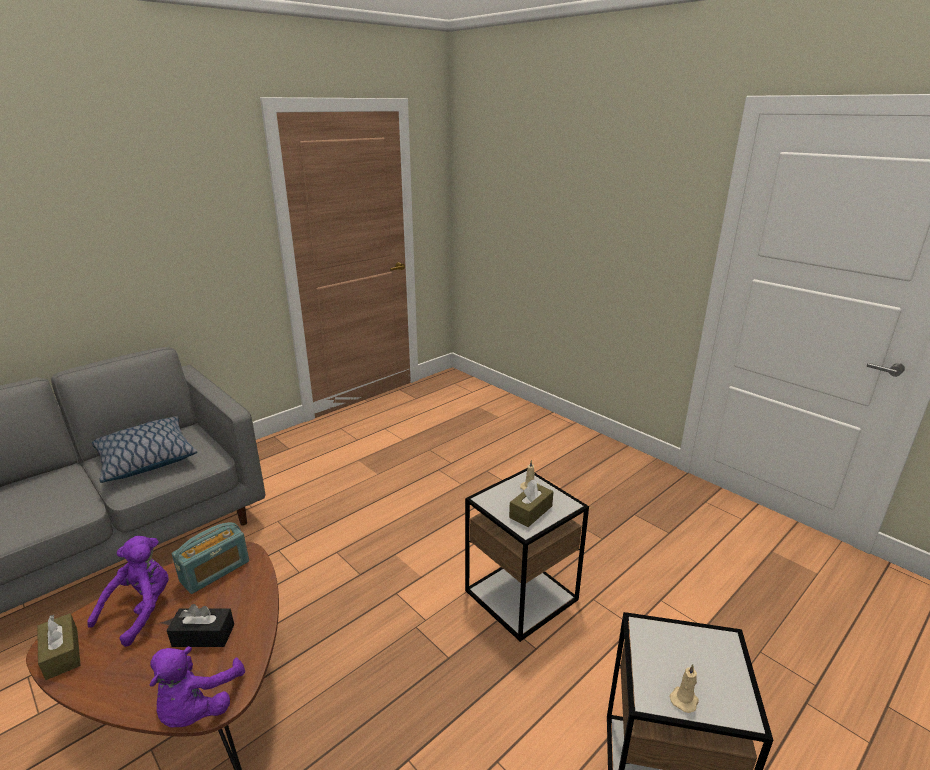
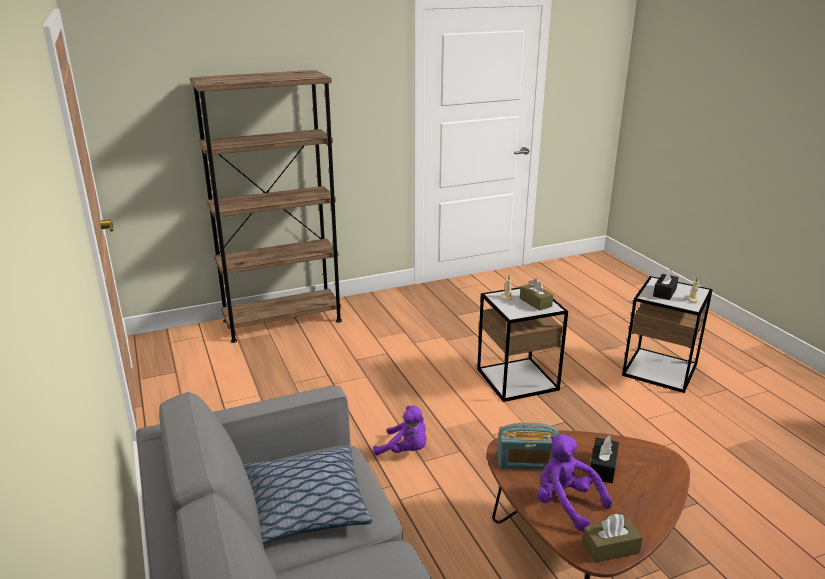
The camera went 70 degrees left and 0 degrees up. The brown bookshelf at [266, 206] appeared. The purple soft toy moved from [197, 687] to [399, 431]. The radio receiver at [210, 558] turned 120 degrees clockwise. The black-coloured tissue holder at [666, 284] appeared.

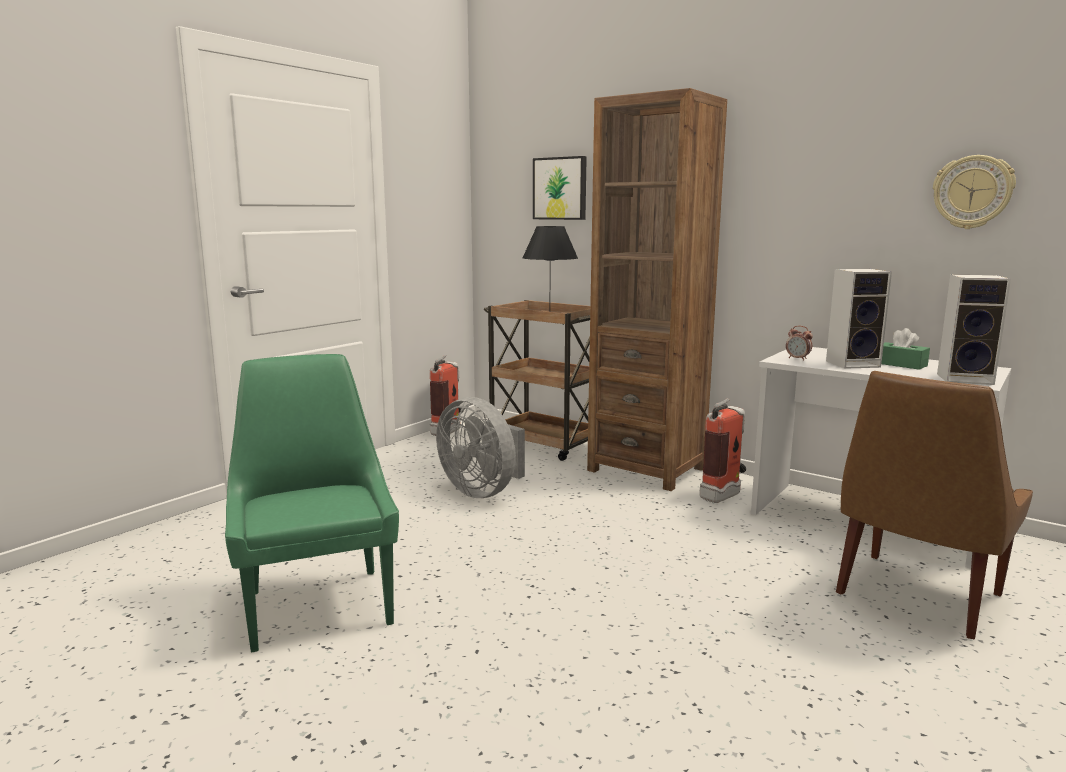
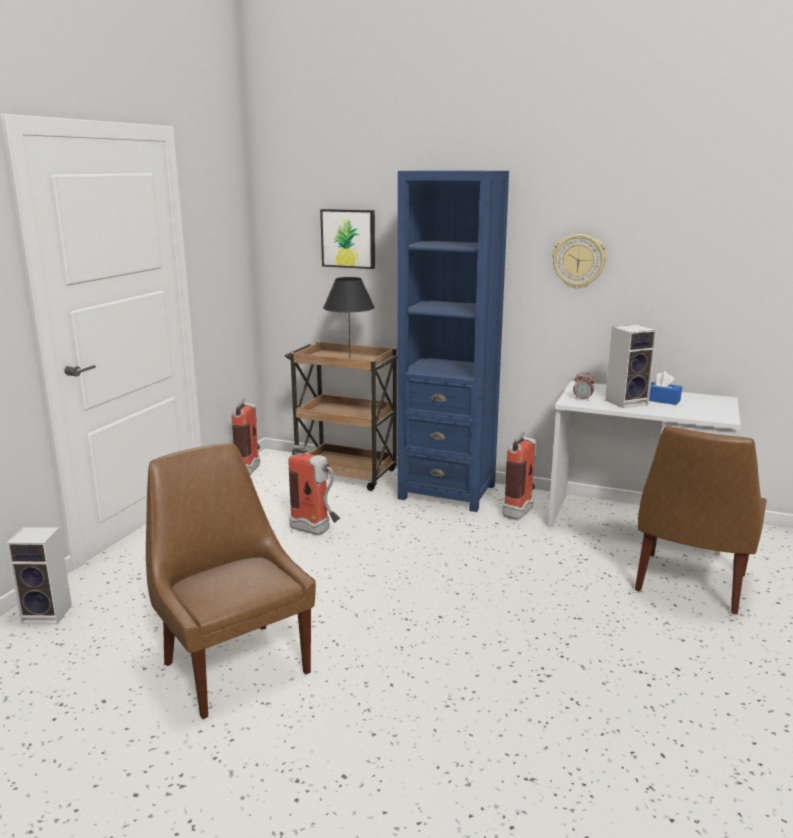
The camera went 15 degrees left and 5 degrees up. The audio speaker moved from [974, 329] to [39, 575]. The greenish upright chair at [312, 503] became the brown upright chair at [231, 581]. The gray cooling fan at [480, 447] was replaced by the extinguisher at [314, 490]. The brown bookshelf at [657, 289] became the blue-coloured bookshelf at [453, 341]. The clock on the wall moved from [974, 192] to [579, 261]. The greenish tissue holder at [905, 349] became the blue-coloured tissue holder at [665, 388].

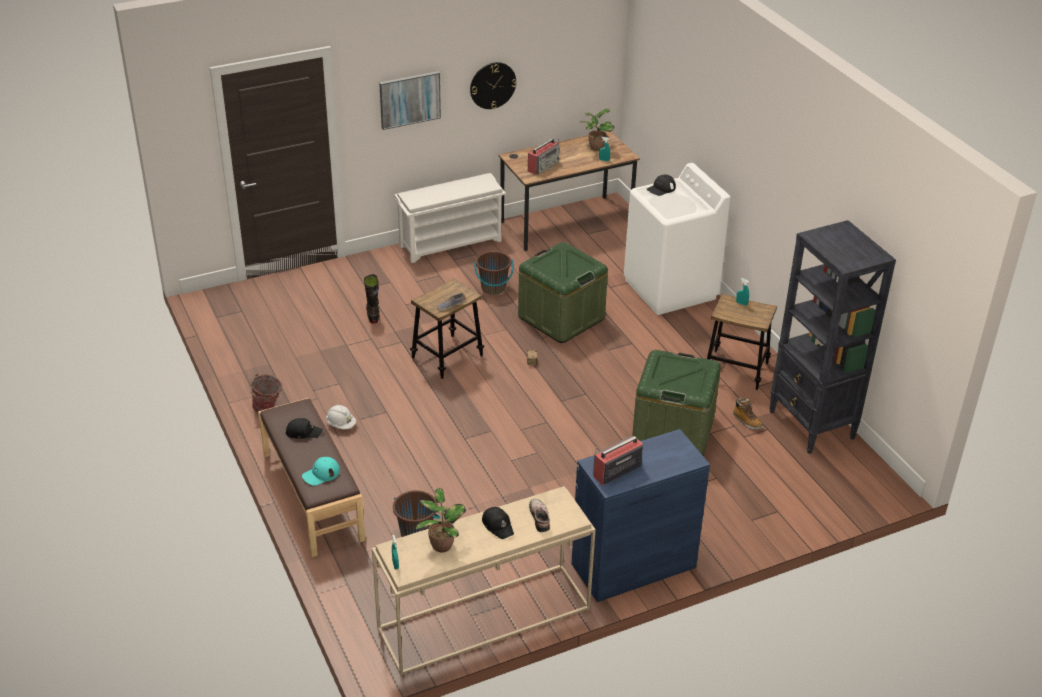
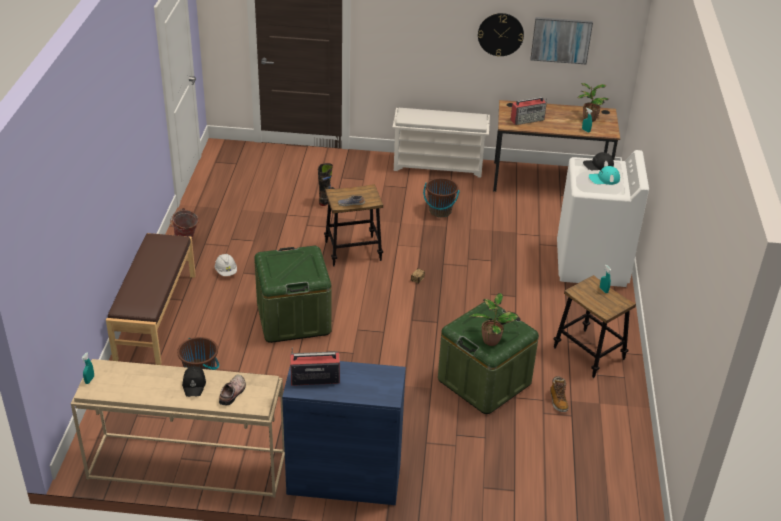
The camera went 30 degrees right and 0 degrees up. The greenish storage container moved from [563, 292] to [293, 294]. The potted plant moved from [440, 520] to [494, 319]. The wall picture moved from [410, 100] to [562, 40]. The turquoise peaked cap moved from [321, 471] to [604, 175]. The black-coloured peaked cap at [304, 428] disappeared. The black-coloured bookshelf at [832, 337] disappeared.

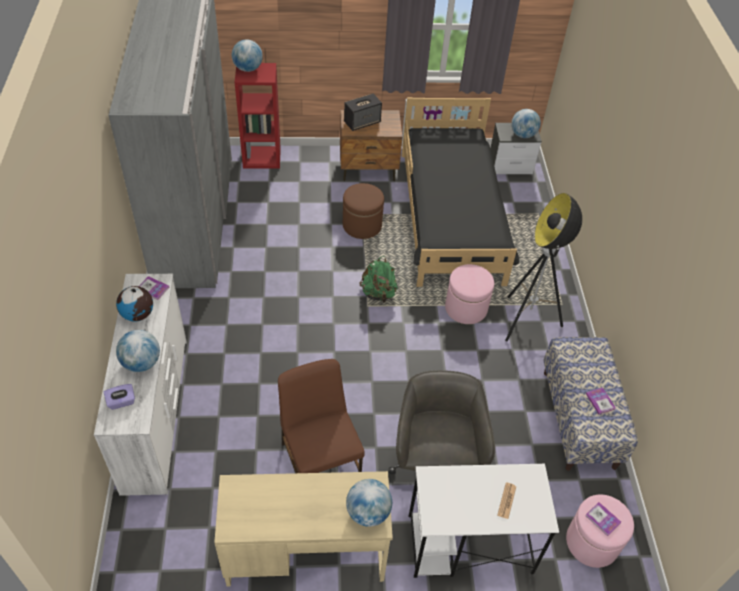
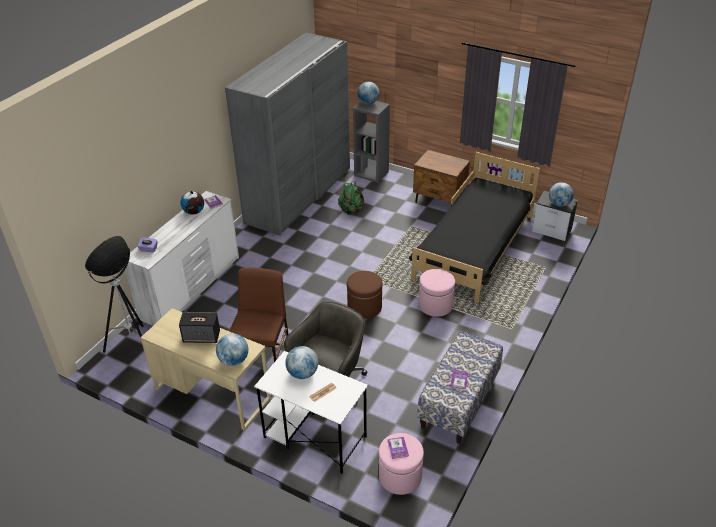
The camera went 35 degrees right and 10 degrees down. The floor lamp moved from [543, 267] to [114, 294]. The audio speaker moved from [363, 112] to [199, 327]. The globe moved from [138, 351] to [301, 362]. The greenish backpack moved from [378, 279] to [351, 198]. The brown footrest moved from [363, 211] to [364, 295]. The red bookshelf at [258, 116] became the gray bookshelf at [371, 142].

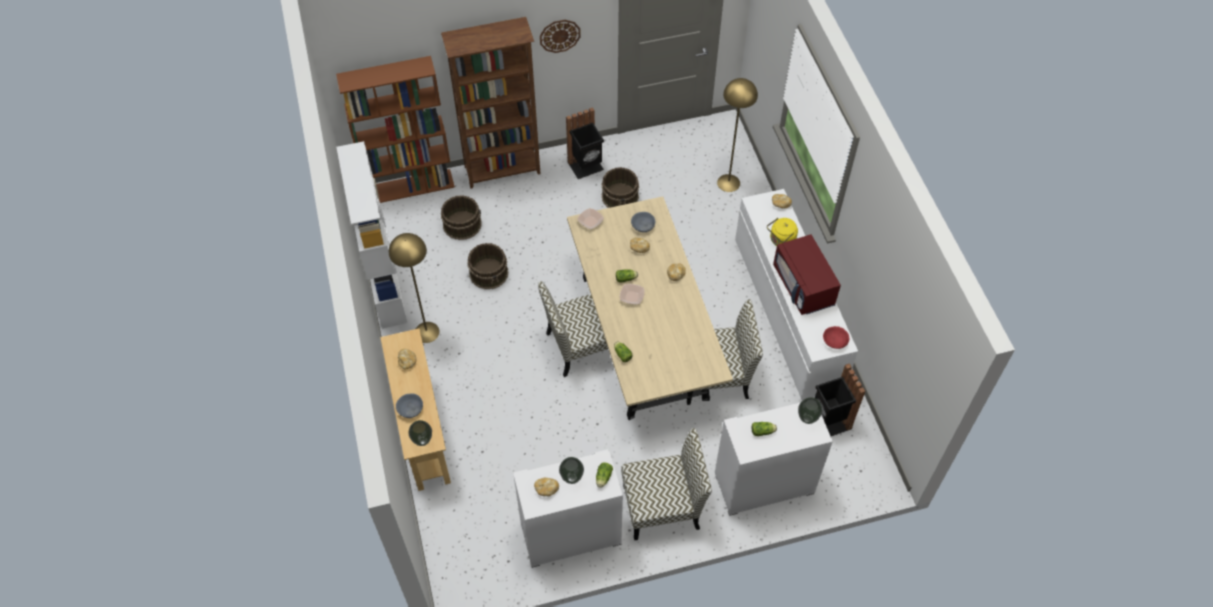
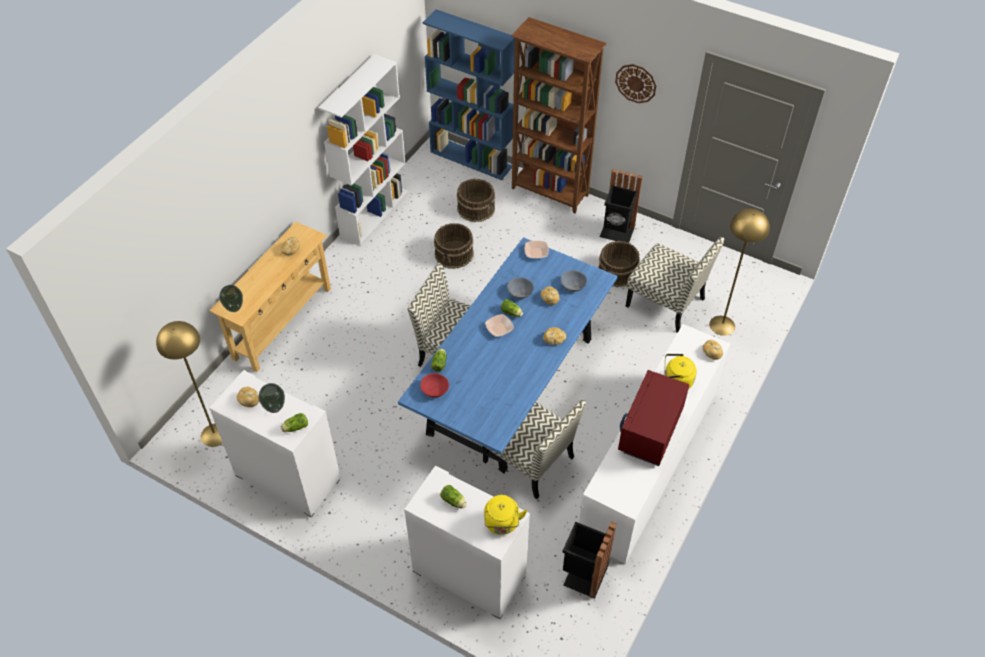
The camera went 45 degrees right and 5 degrees down. The yellow-coloured floor lamp moved from [414, 288] to [189, 384]. The sand-coloured kitchen table at [650, 308] became the blue-coloured kitchen table at [507, 355]. The red serving bowl moved from [836, 337] to [434, 385]. The brown bookshelf at [395, 129] became the blue-coloured bookshelf at [468, 94]. The decorative vase at [810, 410] was replaced by the yellow-coloured tea kettle at [505, 515]. The gray serving bowl moved from [409, 406] to [520, 288]. The upright chair moved from [666, 484] to [675, 285].

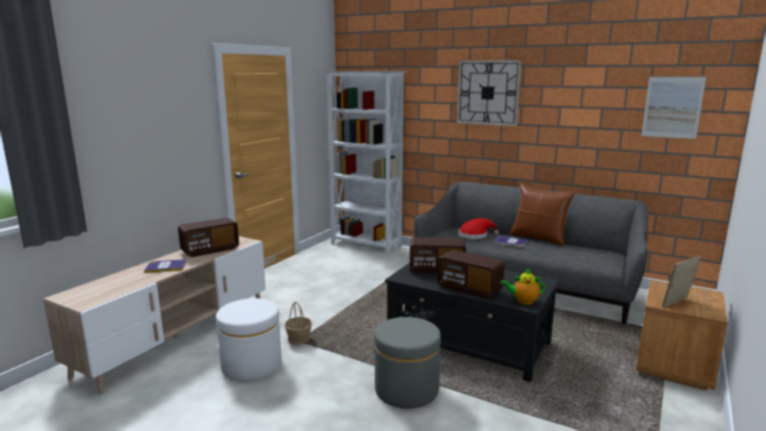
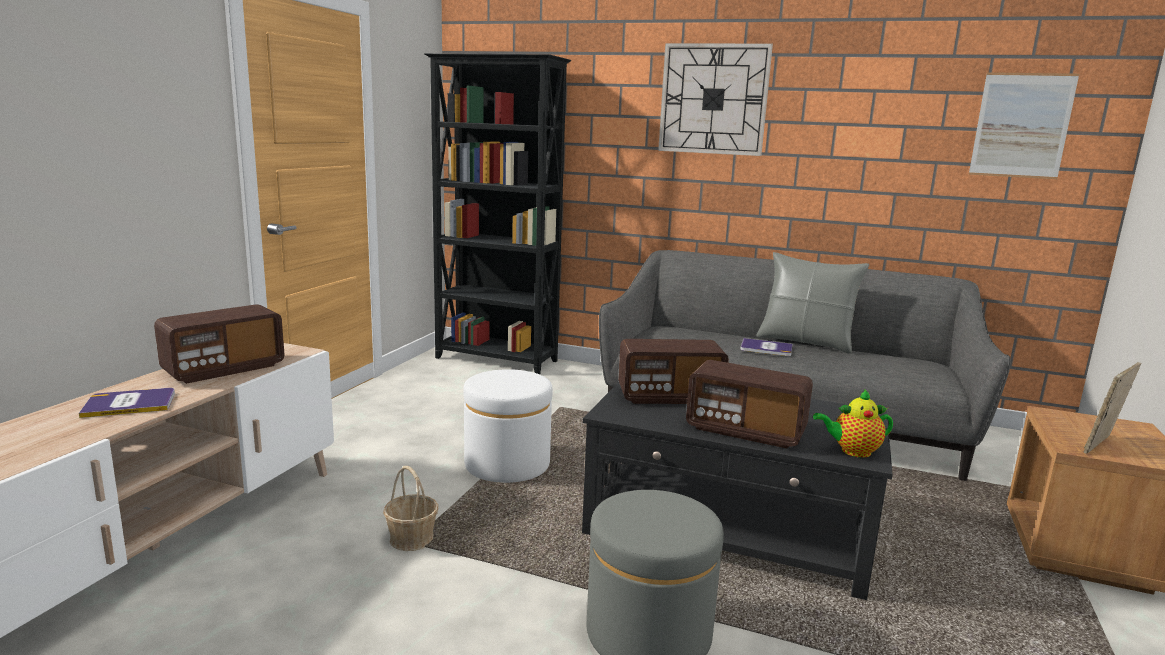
The camera went 10 degrees left and 0 degrees up. The whitish bookshelf at [364, 163] became the black-coloured bookshelf at [497, 213]. The whitish footrest moved from [248, 339] to [508, 426]. The brown pillow at [542, 215] became the gray pillow at [812, 303]. The red clothing hat at [479, 228] disappeared.

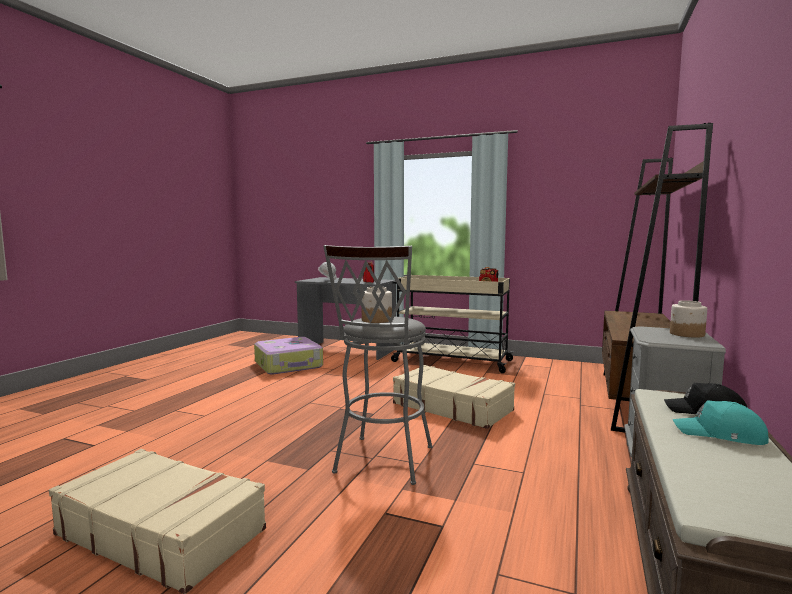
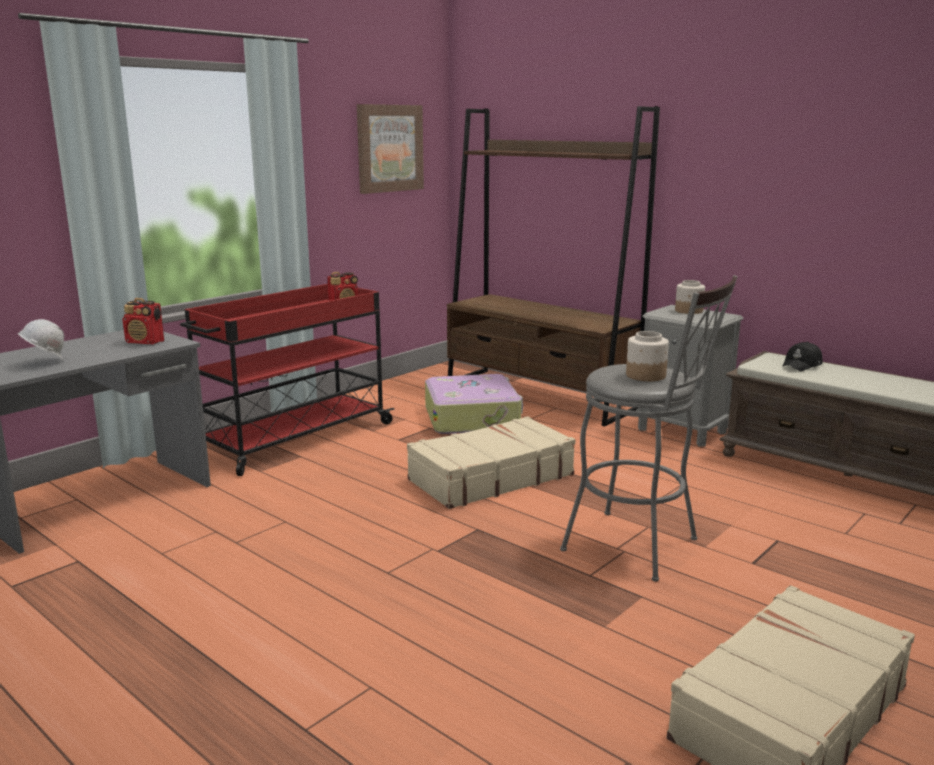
The camera went 70 degrees left and 10 degrees up. The sand-coloured cart at [452, 324] became the red cart at [287, 380]. The wall picture at [390, 149] appeared. The travel case moved from [288, 355] to [474, 404]. The turquoise peaked cap at [721, 422] disappeared.

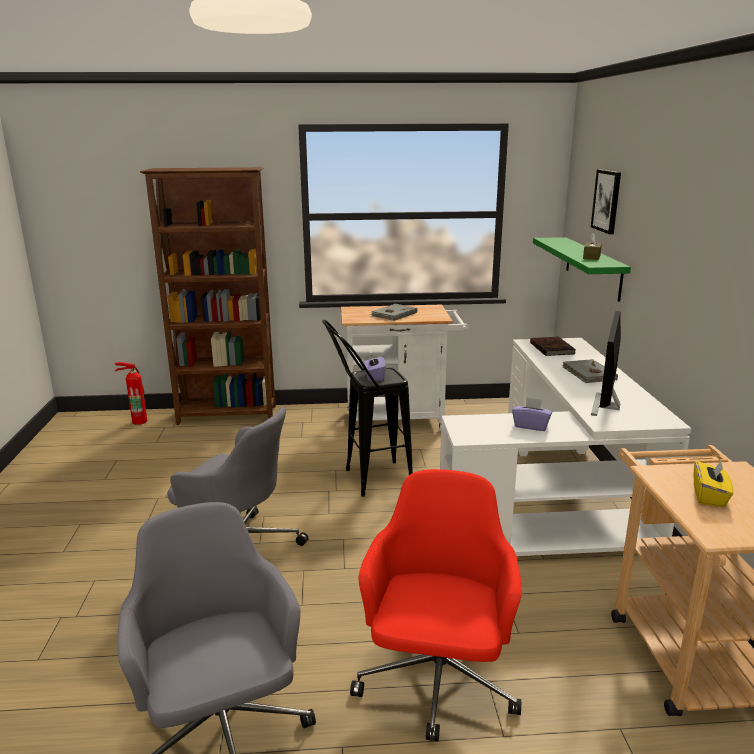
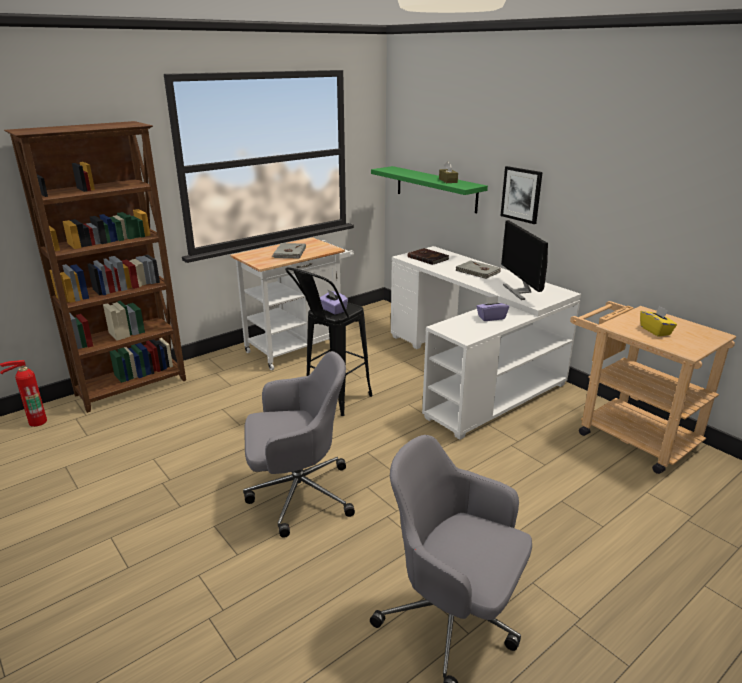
The camera went 35 degrees left and 5 degrees up. The wall picture moved from [606, 201] to [521, 195]. The red desk chair at [435, 605] disappeared.

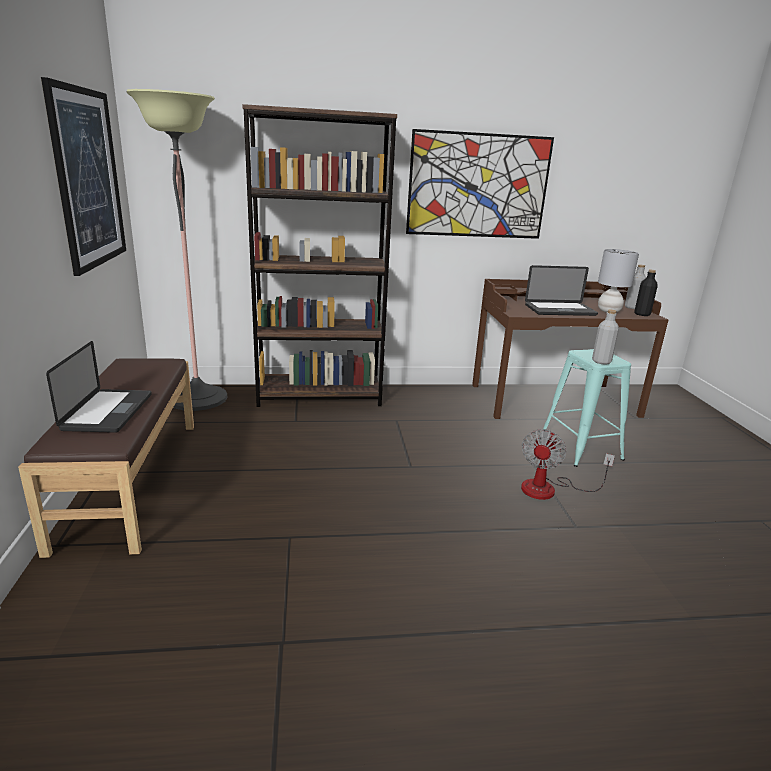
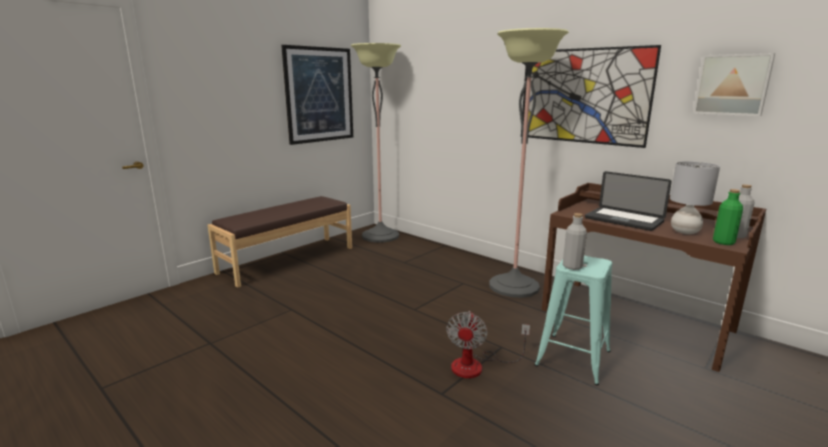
The camera went 50 degrees right and 5 degrees down. The cooling fan at [568, 464] turned 60 degrees counterclockwise. The floor lamp at [529, 163] appeared. The wall picture at [734, 84] appeared. The black-coloured drink bottle at [646, 293] became the greenish drink bottle at [728, 217]. The portable computer at [99, 387] disappeared. The brown bookshelf at [319, 255] disappeared.

